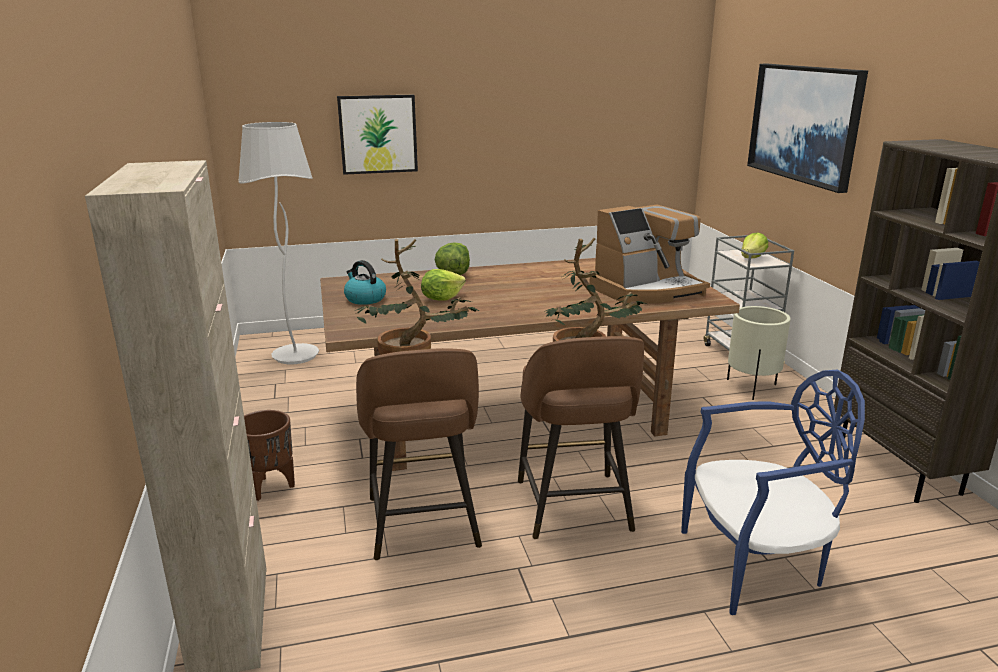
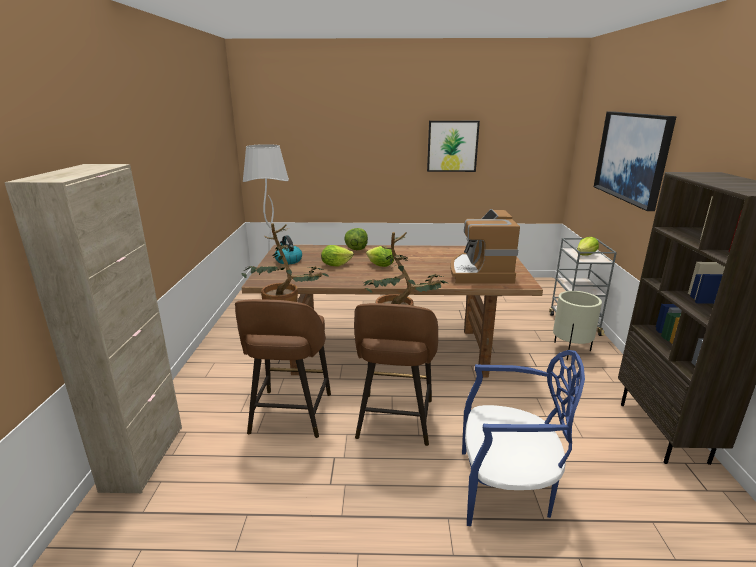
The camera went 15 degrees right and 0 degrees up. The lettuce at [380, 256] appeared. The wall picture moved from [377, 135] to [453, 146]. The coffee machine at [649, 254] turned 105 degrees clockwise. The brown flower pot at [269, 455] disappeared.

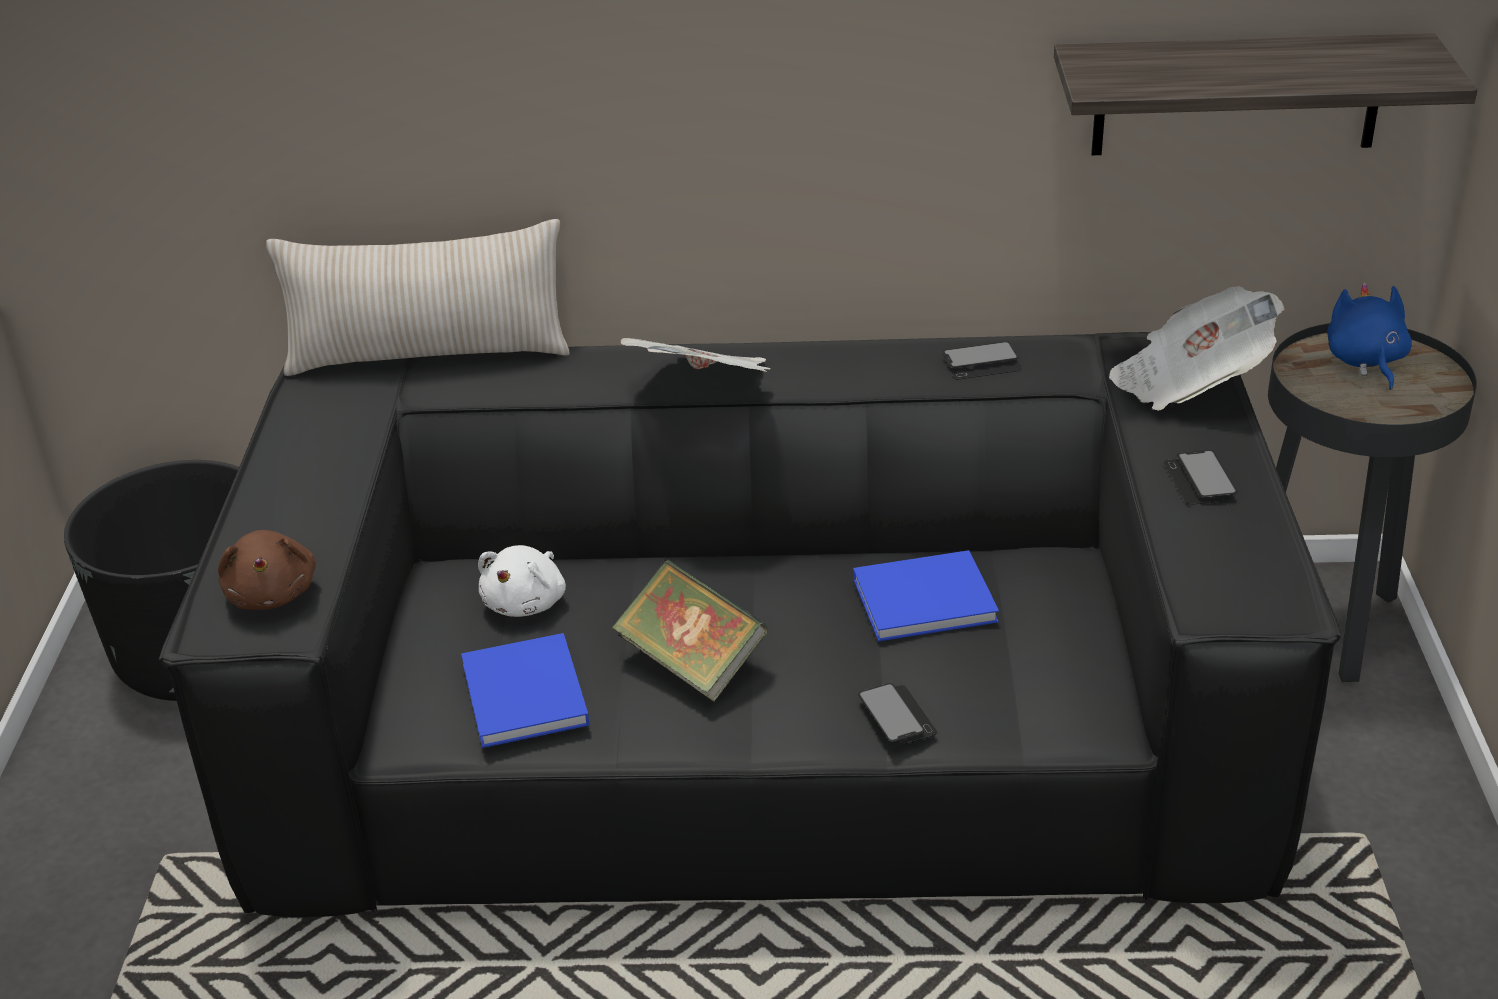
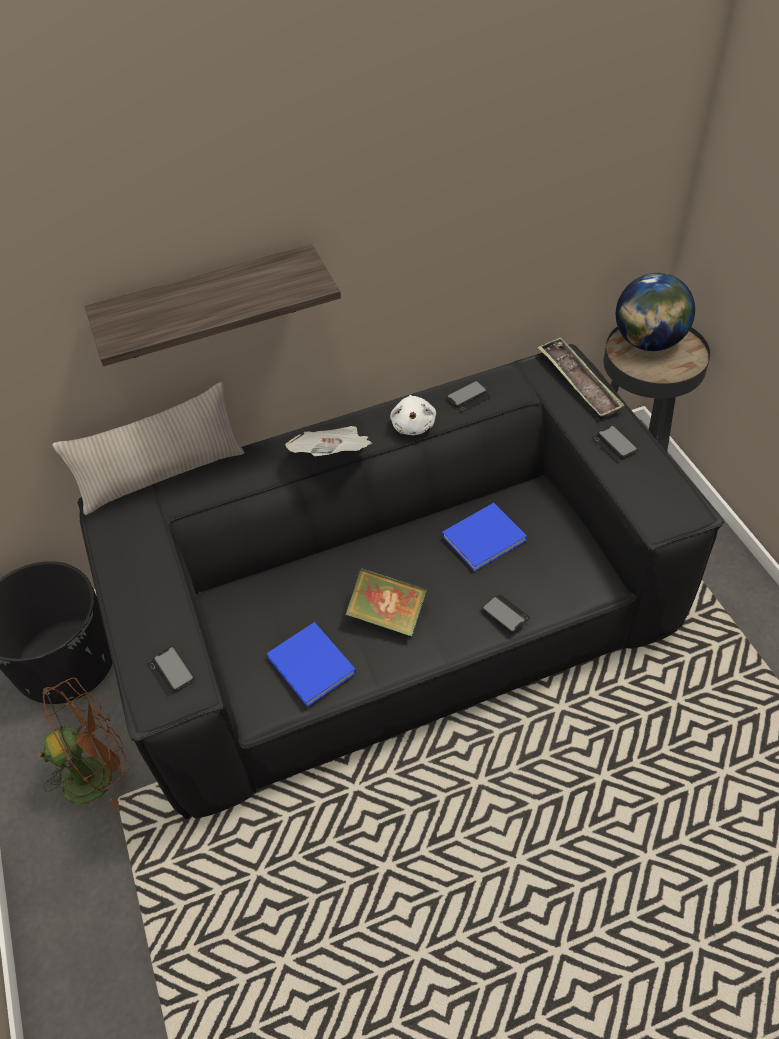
The camera went 20 degrees left and 15 degrees up. The brown cooling fan at [84, 744] appeared. The wall shelf moved from [1265, 94] to [213, 305]. The brown soft toy at [267, 570] was replaced by the telephone at [170, 671]. The whitish soft toy moved from [522, 581] to [413, 415]. The newspaper at [1197, 348] was replaced by the serving tray at [581, 379]. The blue-coloured soft toy at [1369, 336] was replaced by the globe at [655, 312].

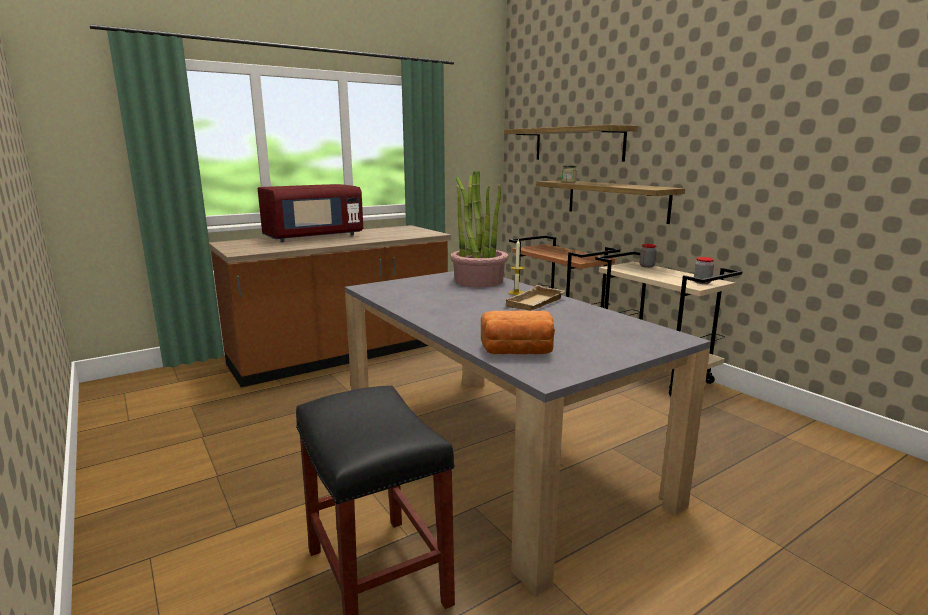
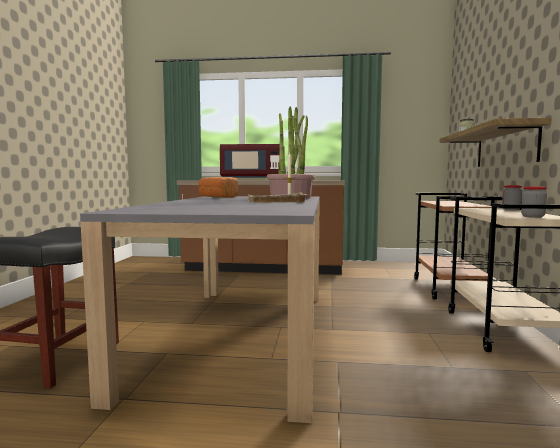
The camera went 40 degrees right and 10 degrees down. The baked bread moved from [518, 333] to [218, 187]. The wall shelf at [571, 143] disappeared.

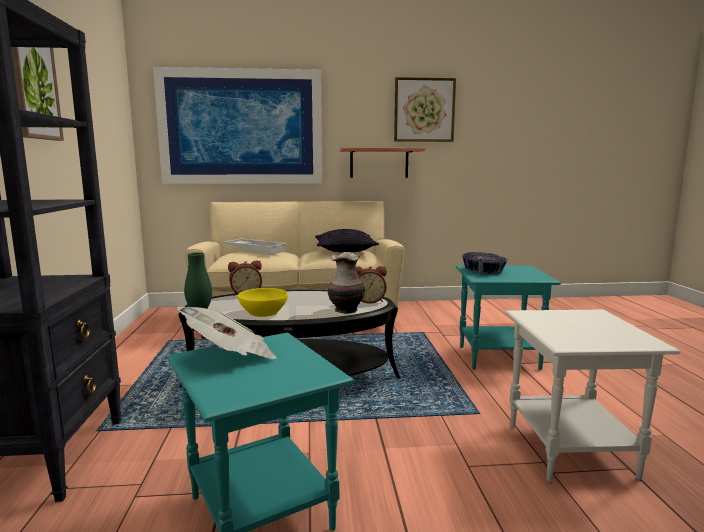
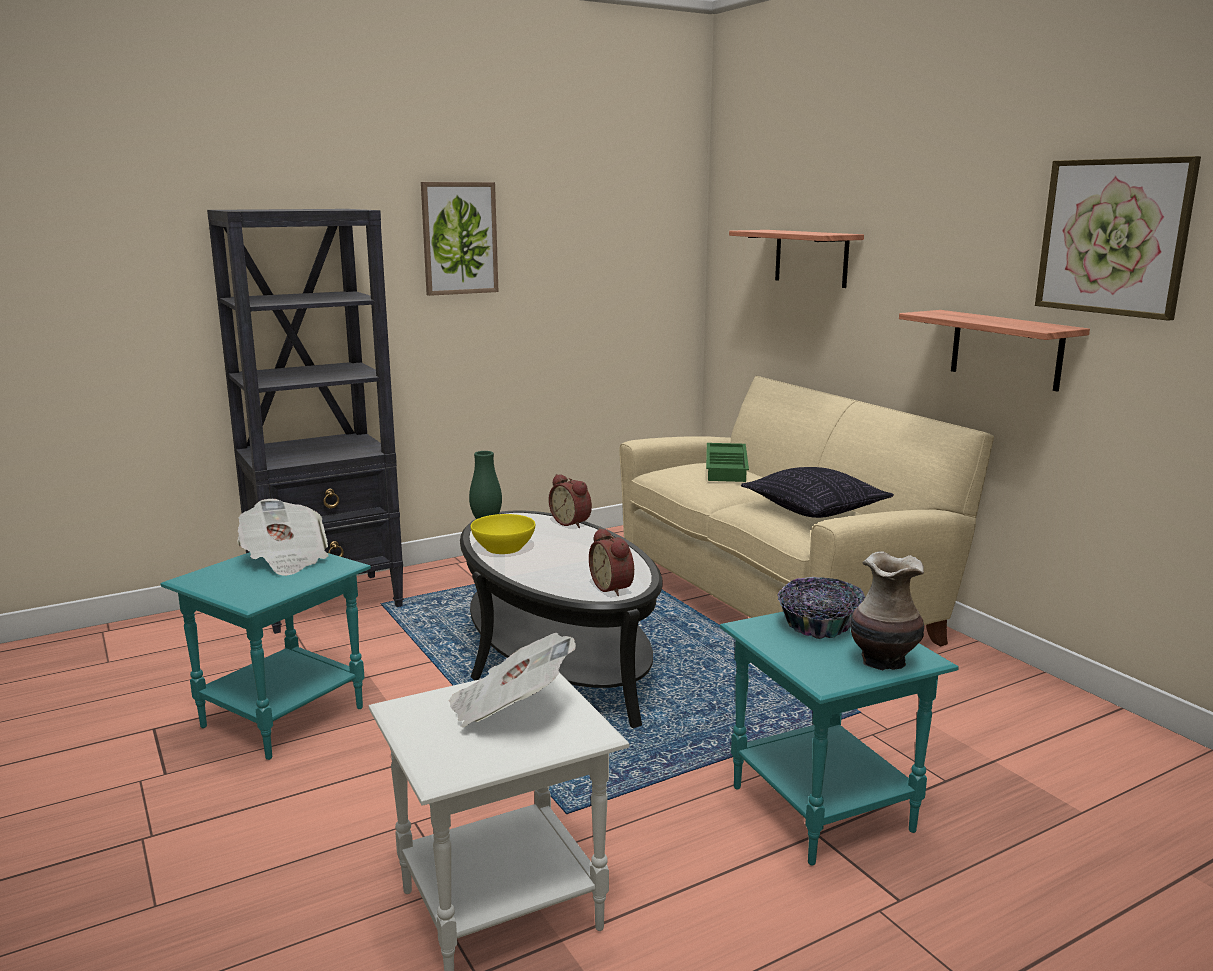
The camera went 65 degrees right and 5 degrees up. The newspaper at [512, 680] appeared. The whitish serving tray at [256, 247] became the greenish serving tray at [727, 462]. The wall picture at [237, 125] was replaced by the wall shelf at [796, 259]. The decorative vase moved from [346, 283] to [887, 610].

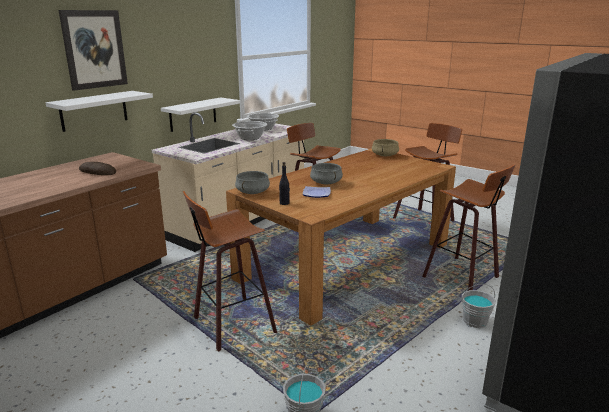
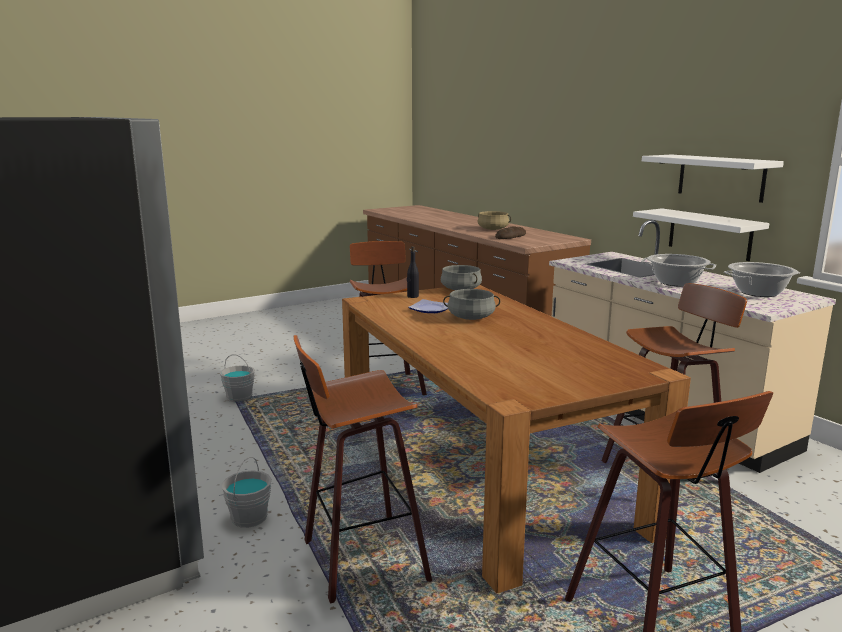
The camera went 110 degrees right and 5 degrees down. The sand-coloured stockpot moved from [385, 147] to [494, 220]. The whitish wall shelf moved from [99, 111] to [713, 179]. The wall picture at [93, 50] disappeared.

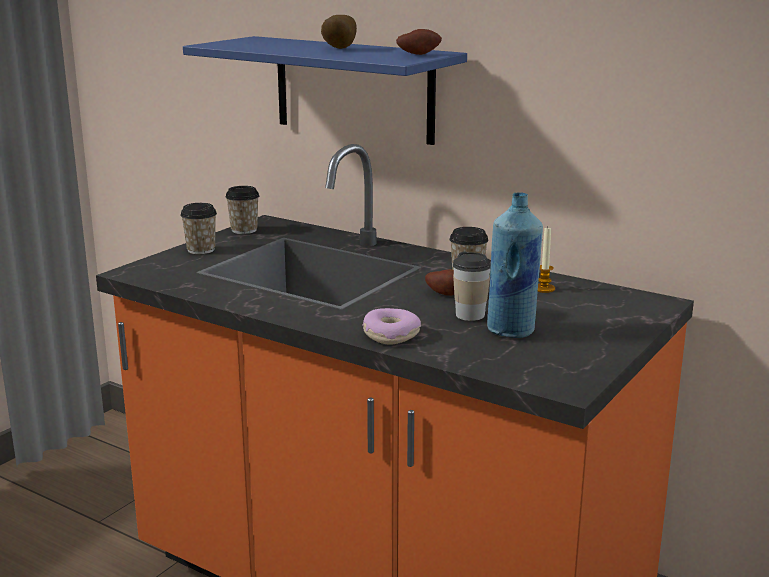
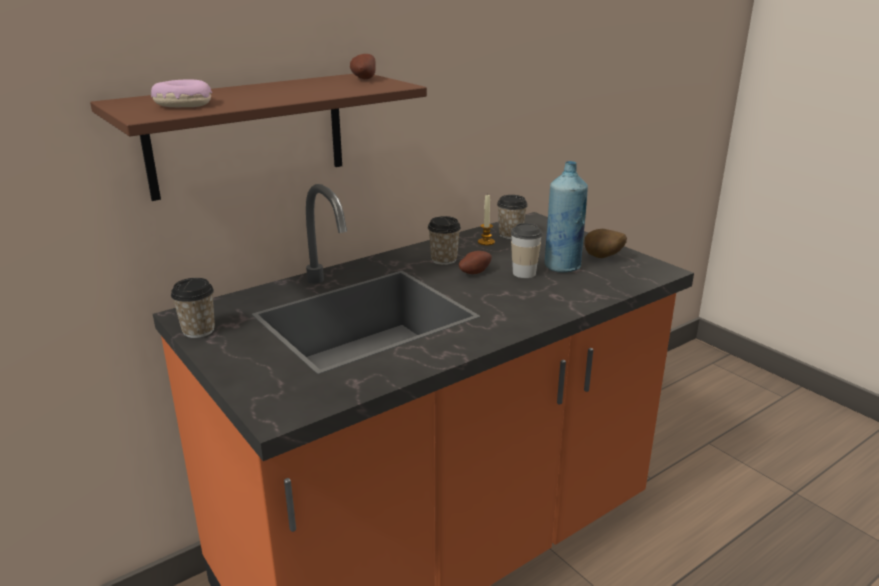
The camera went 70 degrees left and 5 degrees up. The blue-coloured wall shelf at [325, 90] became the brown wall shelf at [258, 137]. The ring doughnut moved from [391, 326] to [181, 93]. The drinking cup moved from [198, 228] to [512, 217]. The potato moved from [339, 32] to [605, 243].

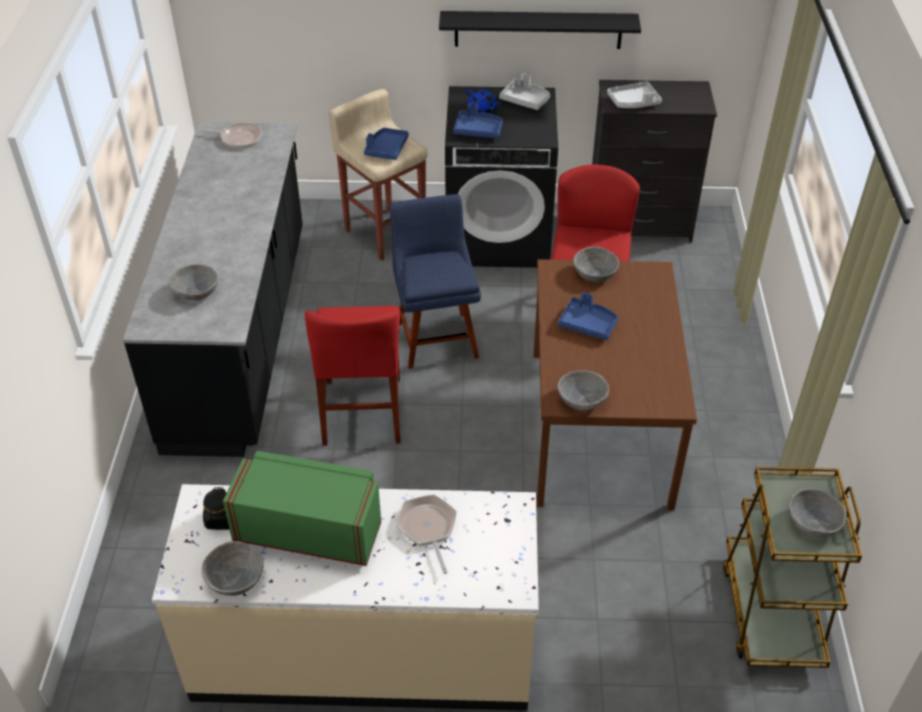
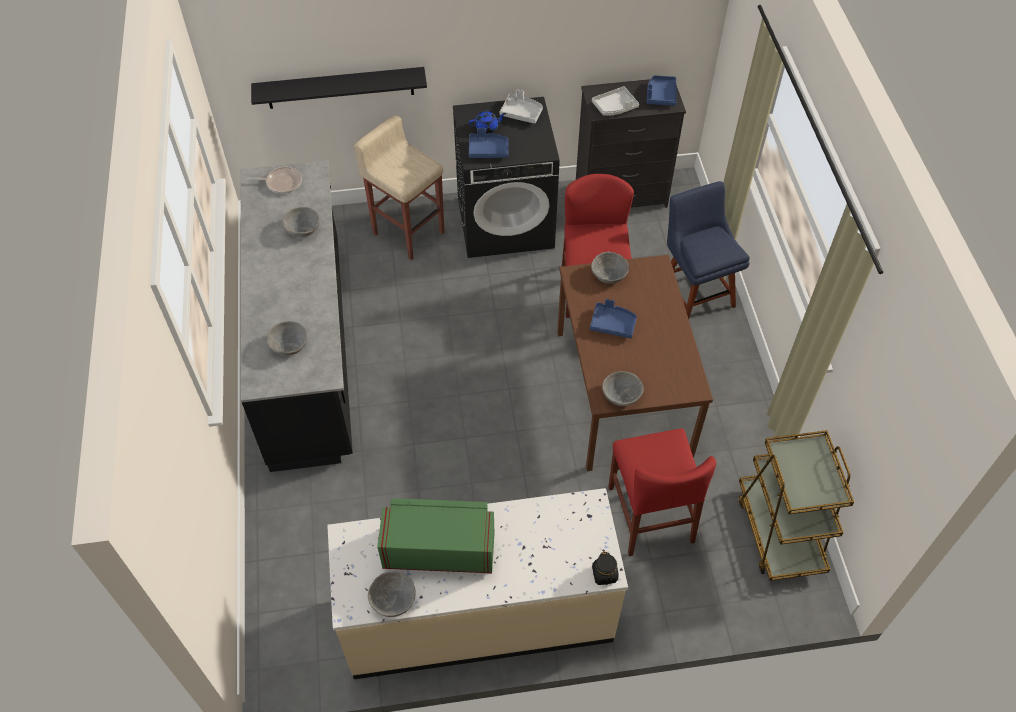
The camera went 10 degrees left and 10 degrees up. The black-coloured wall shelf moved from [540, 30] to [339, 88]. The gray serving bowl moved from [818, 512] to [301, 222]. The blue-coloured tea pot at [483, 101] turned 45 degrees counterclockwise. The black-coloured preserve jar moved from [216, 508] to [605, 568]. The red upright chair moved from [353, 376] to [662, 492]. The blue-coloured serving tray moved from [386, 144] to [662, 90]. The blue-coloured upright chair moved from [435, 281] to [708, 250]. The frying pan at [426, 534] disappeared.

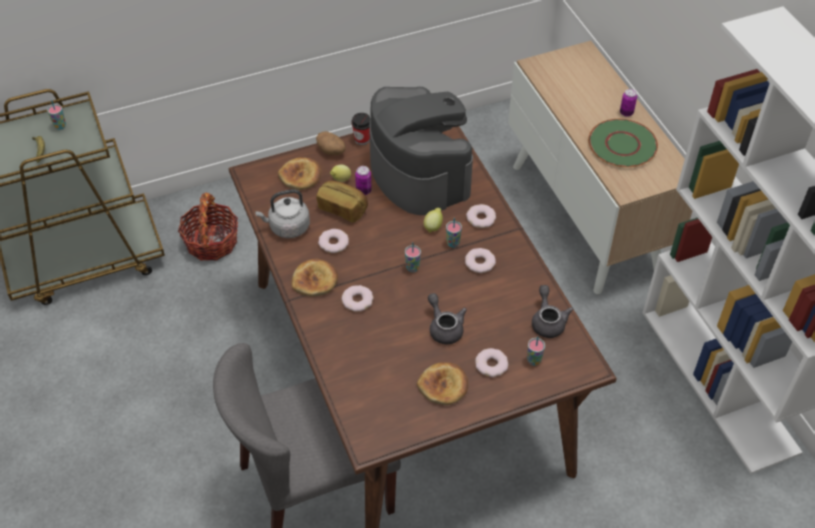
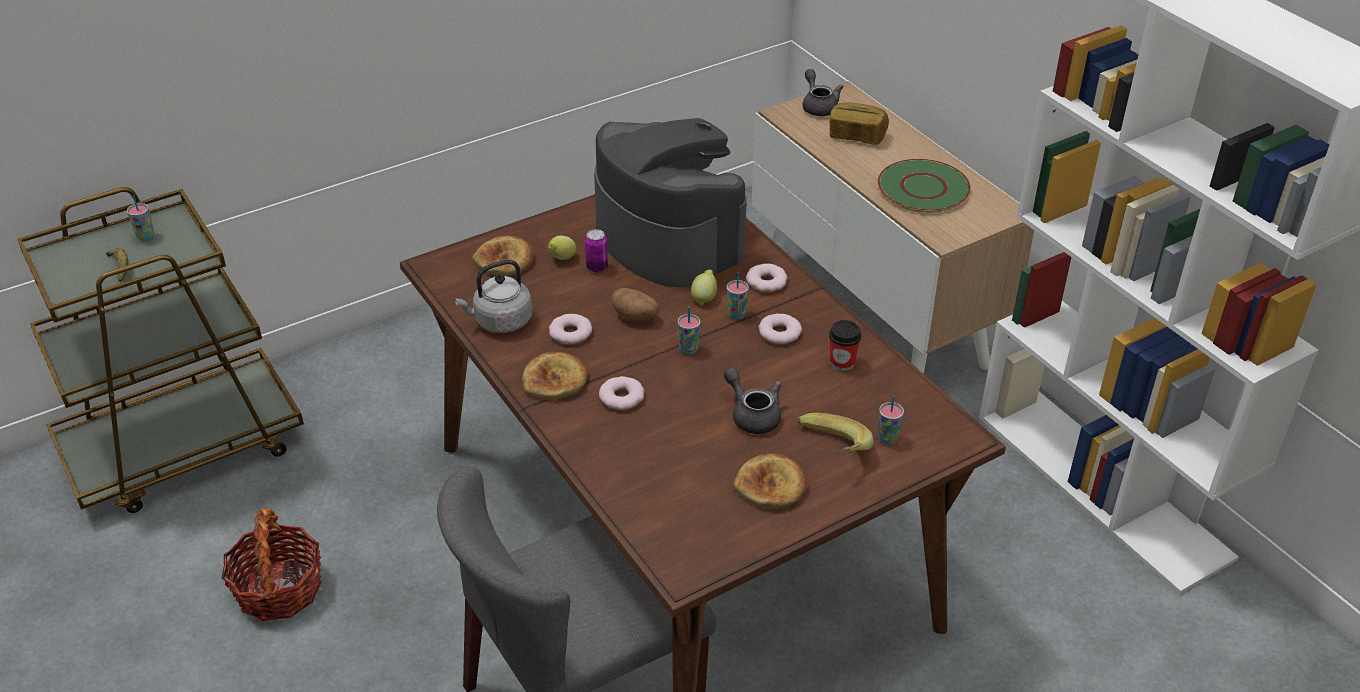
The camera went 10 degrees left and 10 degrees down. The household basket moved from [208, 226] to [271, 564]. The potato moved from [331, 143] to [635, 304]. The ring doughnut at [491, 362] was replaced by the banana fruit at [836, 433]. The gray tea pot moved from [552, 311] to [823, 92]. The drinking cup moved from [361, 129] to [845, 345]. The baked bread moved from [342, 202] to [859, 124]. The can at [628, 103] disappeared.

